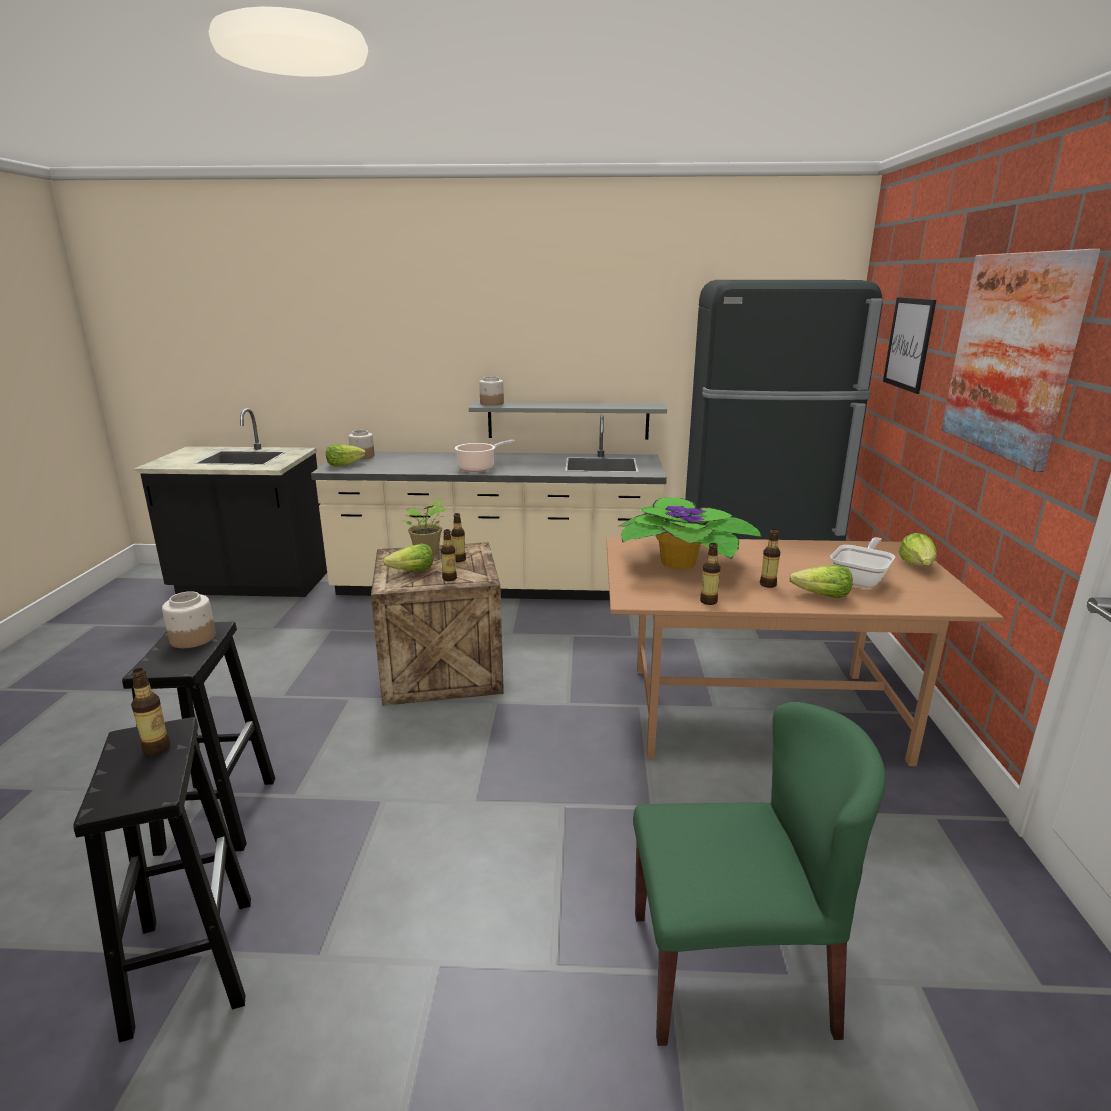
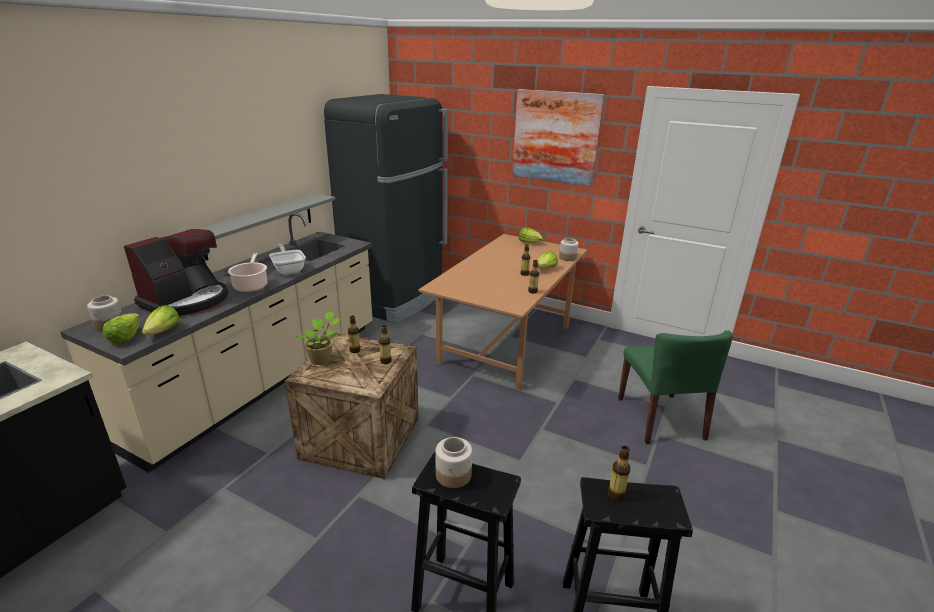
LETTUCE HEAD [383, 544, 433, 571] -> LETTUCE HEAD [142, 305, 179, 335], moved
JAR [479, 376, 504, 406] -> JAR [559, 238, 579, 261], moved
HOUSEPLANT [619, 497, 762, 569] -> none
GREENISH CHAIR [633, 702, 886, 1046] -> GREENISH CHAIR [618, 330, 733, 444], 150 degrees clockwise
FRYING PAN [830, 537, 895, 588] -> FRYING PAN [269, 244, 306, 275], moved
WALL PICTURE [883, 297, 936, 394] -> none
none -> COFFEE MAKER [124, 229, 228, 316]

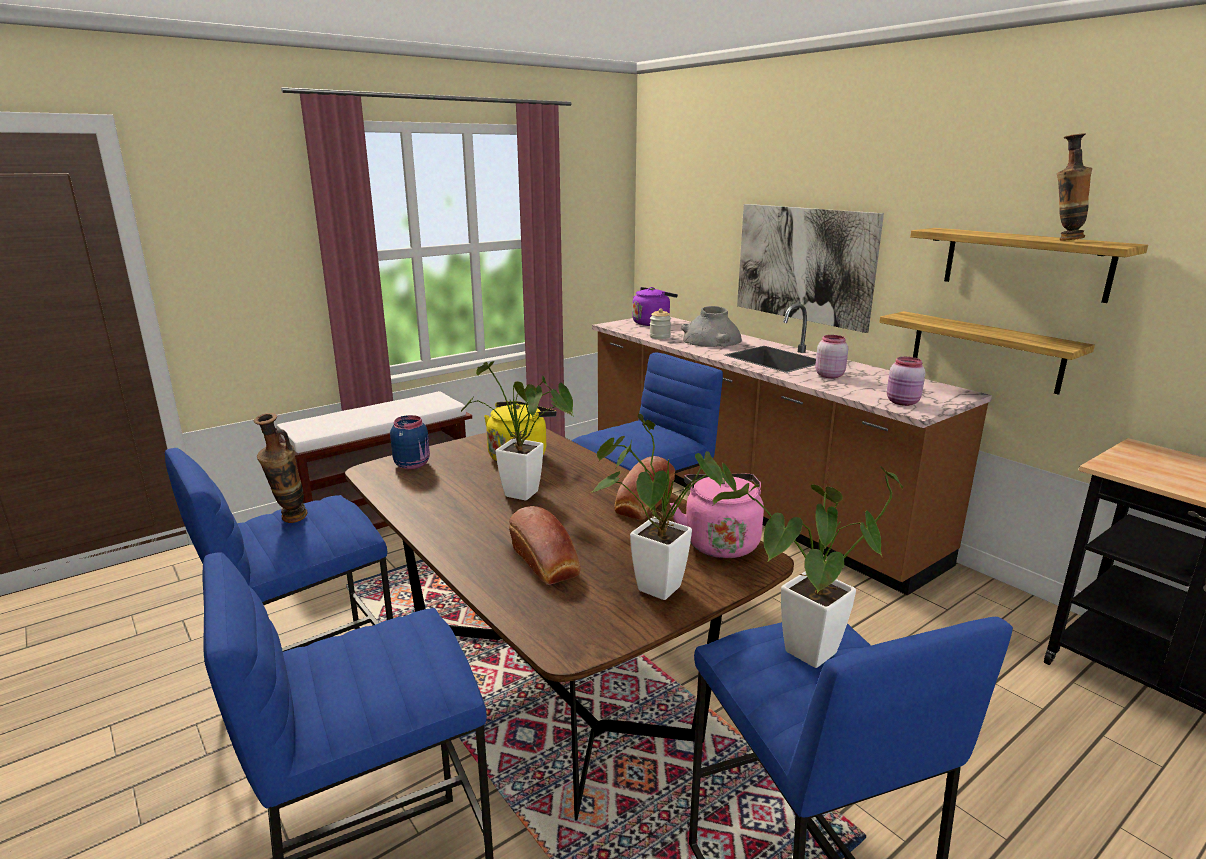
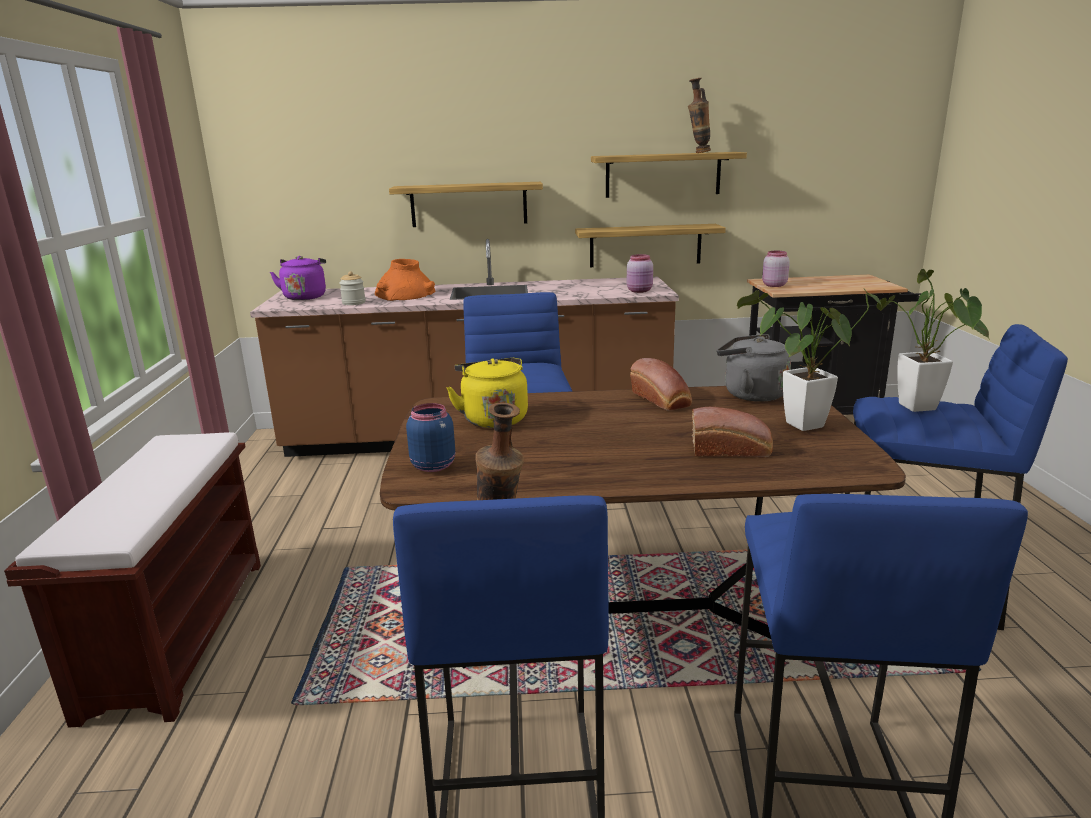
HOUSEPLANT [461, 361, 573, 500] -> none
PINKISH TEA KETTLE [670, 474, 764, 558] -> GREYISH TEA KETTLE [717, 334, 791, 402]
GREYISH FLOWER VASE [681, 306, 742, 347] -> ORANGE FLOWER VASE [375, 259, 435, 301]
WALL PICTURE [737, 204, 884, 333] -> WALL SHELF [389, 182, 543, 227]
PINKISH JAR [815, 335, 848, 378] -> PINKISH JAR [762, 251, 790, 287], moved

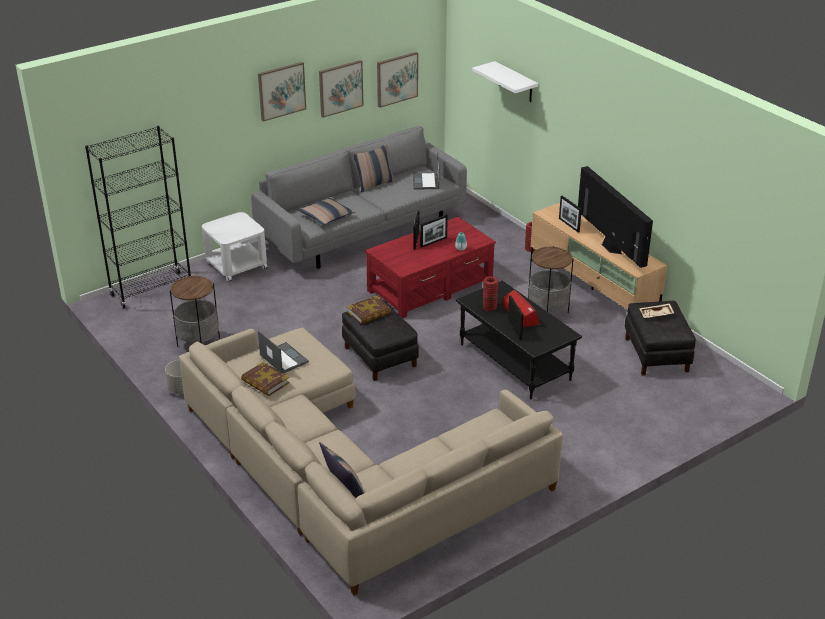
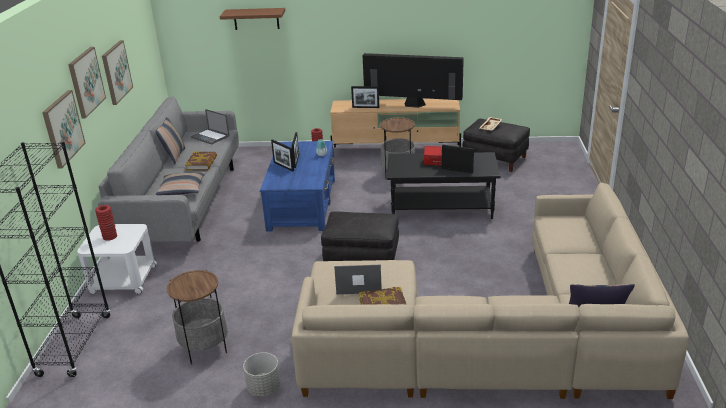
BOUND BOOK [347, 296, 391, 324] -> BOUND BOOK [185, 151, 217, 171], moved
RED-COLOURED LOUNGE TABLE [365, 217, 496, 318] -> BLUE-COLOURED LOUNGE TABLE [260, 141, 335, 231]
WALL PICTURE [377, 52, 418, 108] -> WALL PICTURE [42, 90, 85, 169], moved
WHITE-COLOURED WALL SHELF [472, 61, 538, 102] -> BROWN WALL SHELF [220, 8, 285, 30]
RED-COLOURED FLOWER VASE [483, 276, 498, 311] -> RED-COLOURED FLOWER VASE [95, 205, 117, 241], moved

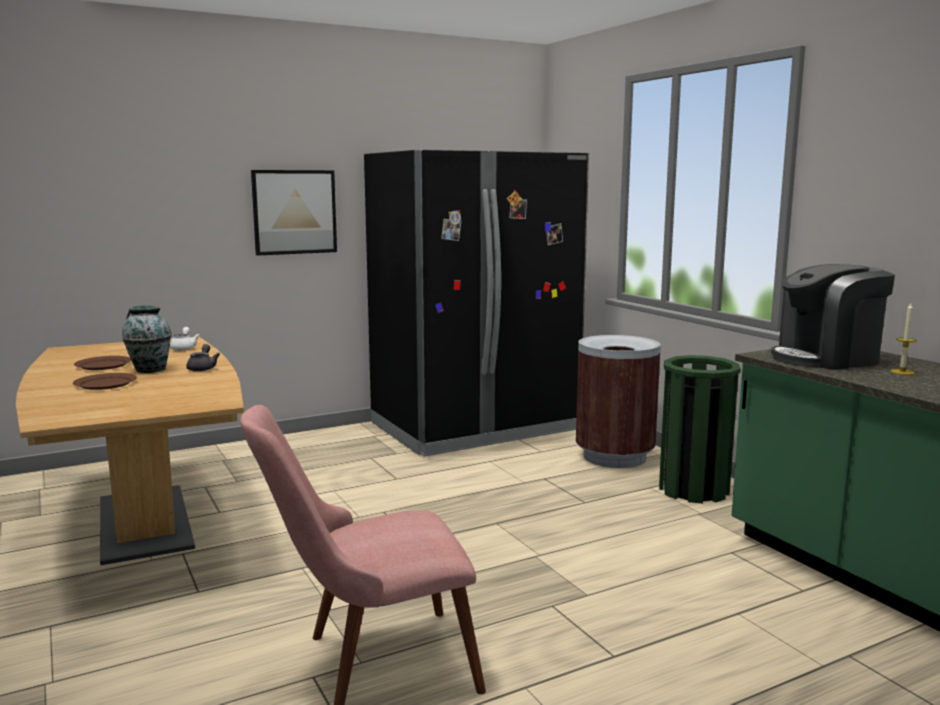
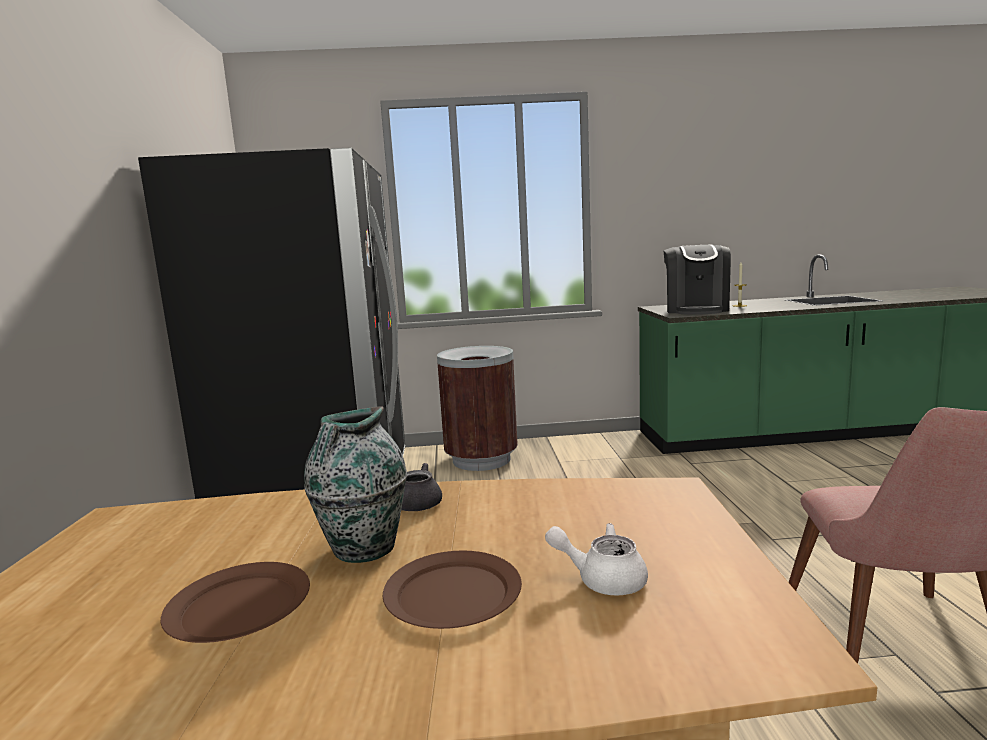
WHITE-COLOURED TEA POT [170, 327, 200, 351] -> WHITE-COLOURED TEA POT [545, 523, 648, 596], moved
WALL PICTURE [251, 170, 337, 256] -> none
GREENISH WASTE BIN [659, 355, 741, 504] -> none

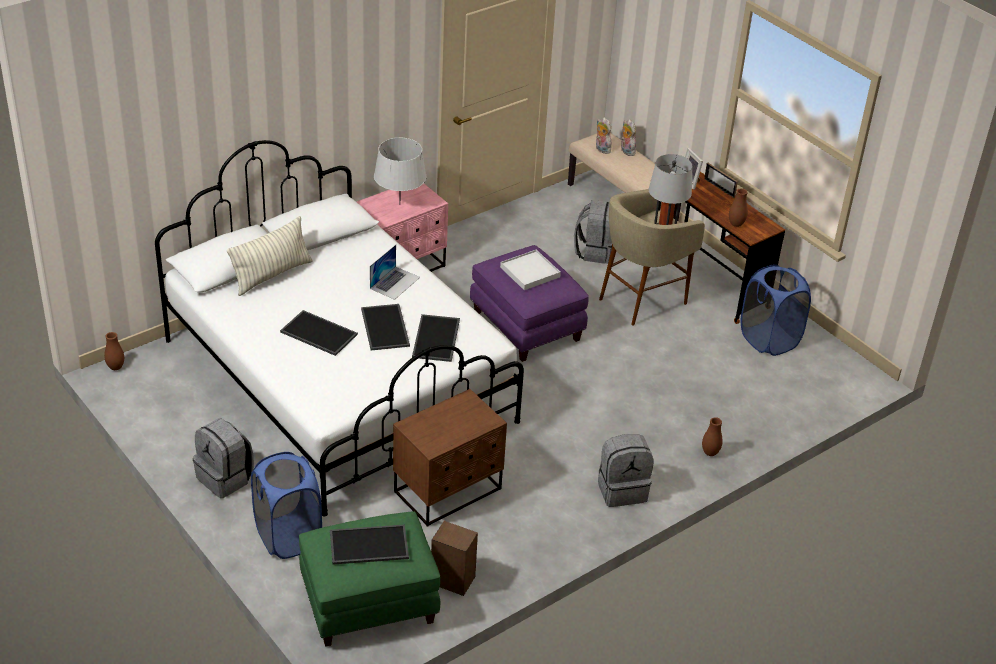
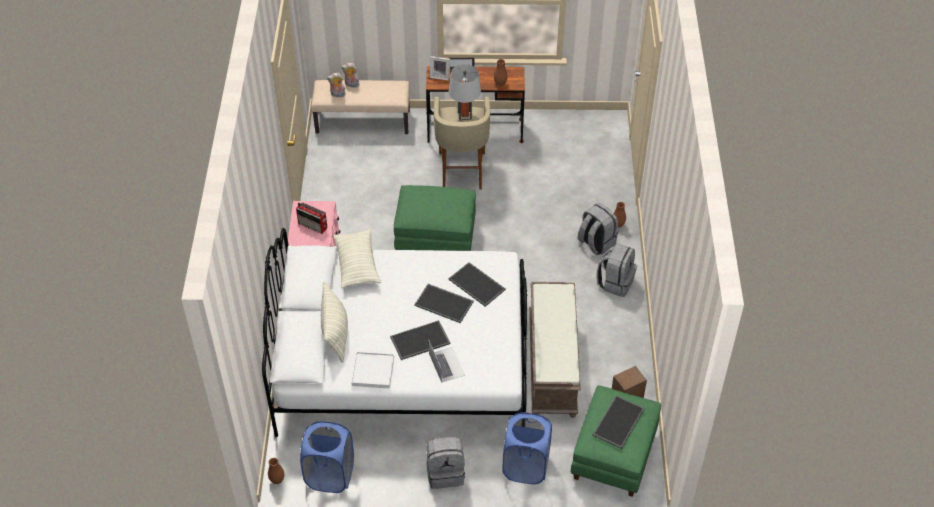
NOTEBOOK COMPUTER [370, 245, 420, 300] -> NOTEBOOK COMPUTER [429, 341, 465, 383], moved
GREYISH LAMP FOR A TABLE [374, 138, 426, 205] -> RADIO RECEIVER [296, 202, 327, 234]
BROWN NIGHTSTAND [393, 389, 507, 527] -> BROWN INDOOR BENCH [529, 282, 581, 418]
PURPLE OTTOMAN [470, 245, 589, 362] -> GREENISH OTTOMAN [394, 185, 476, 251]
WHITE-COLOURED SERVING TRAY [500, 250, 561, 290] -> WHITE-COLOURED SERVING TRAY [351, 352, 394, 389], moved
GREYISH KNAPSACK [574, 200, 612, 264] -> GREYISH KNAPSACK [578, 203, 618, 255], moved
BLUE-COLOURED LAUNDRY BASKET [741, 264, 811, 356] -> BLUE-COLOURED LAUNDRY BASKET [300, 421, 354, 493], moved
none -> PILLOW [333, 229, 381, 288]

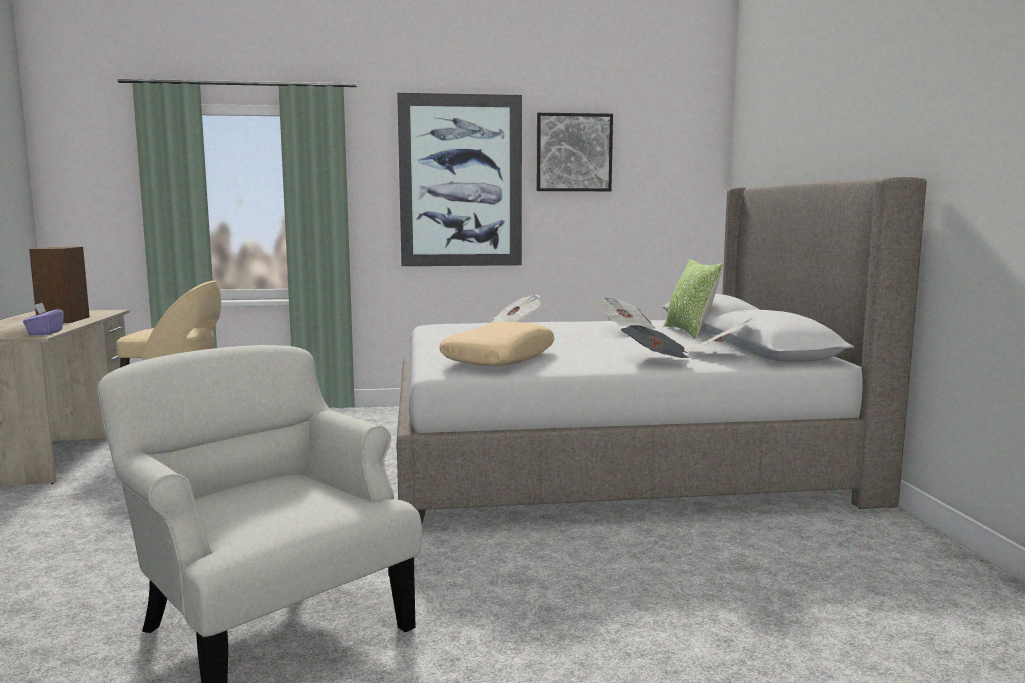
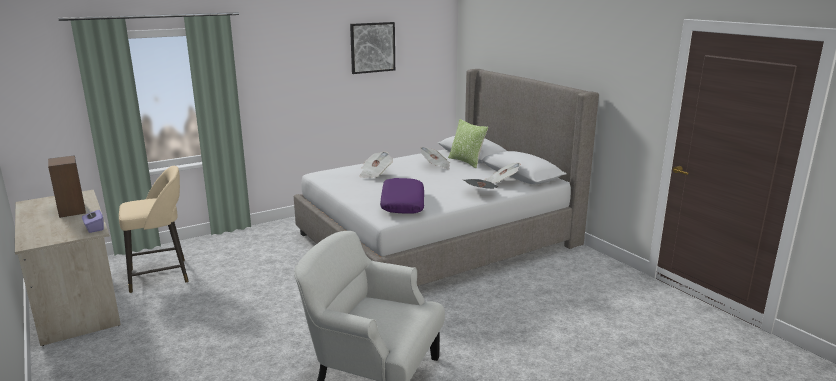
WALL PICTURE [397, 93, 522, 266] -> none
BEIGE-COLOURED PILLOW [439, 322, 554, 366] -> PURPLE PILLOW [380, 178, 424, 214]

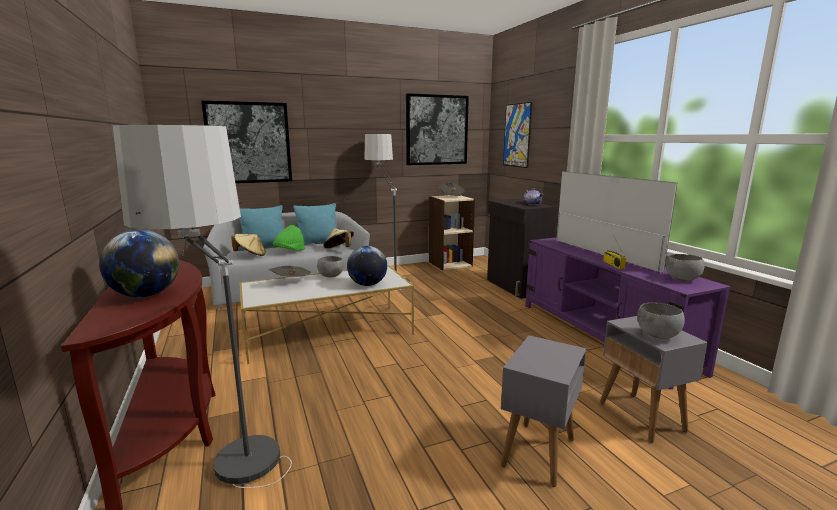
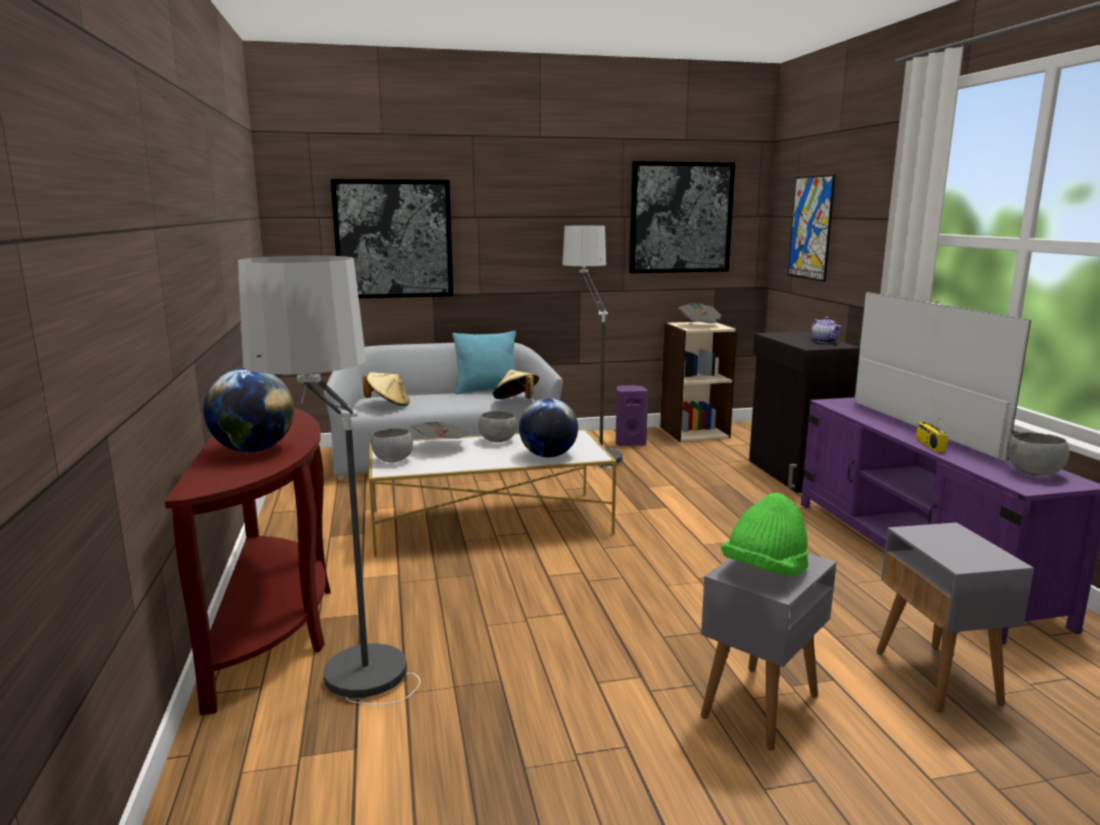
TURQUOISE-COLOURED PILLOW [239, 205, 283, 251] -> none
GREENISH WEARABLE HAT [273, 225, 305, 251] -> GREENISH WEARABLE HAT [721, 493, 808, 576], moved
GREYISH DEEP DISH [637, 303, 685, 339] -> GREYISH DEEP DISH [371, 428, 413, 463], moved
none -> PURPLE SPEAKER [616, 385, 648, 446]

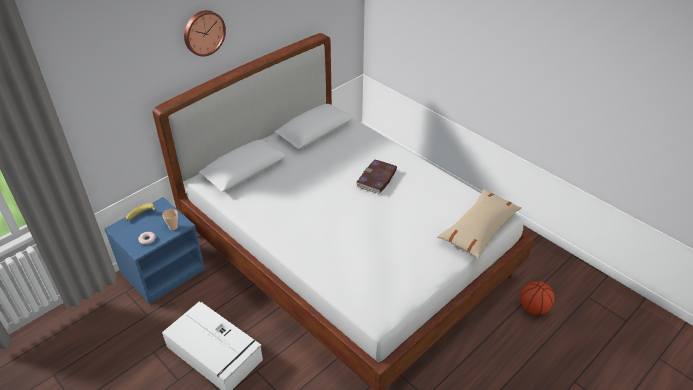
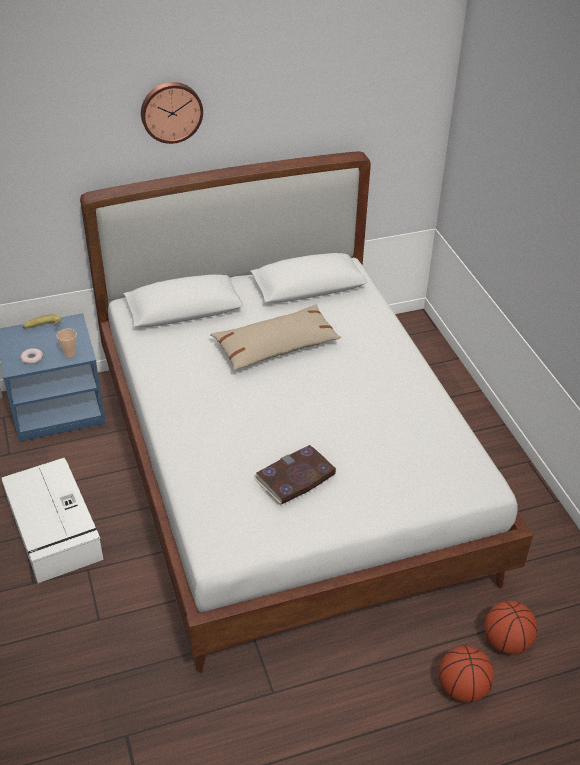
BOUND BOOK [356, 159, 397, 194] -> BOUND BOOK [255, 445, 336, 504], moved
BEIGE-COLOURED PILLOW [437, 189, 522, 259] -> BEIGE-COLOURED PILLOW [210, 304, 341, 370], moved
none -> BASKETBALL BALL [439, 646, 494, 703]

